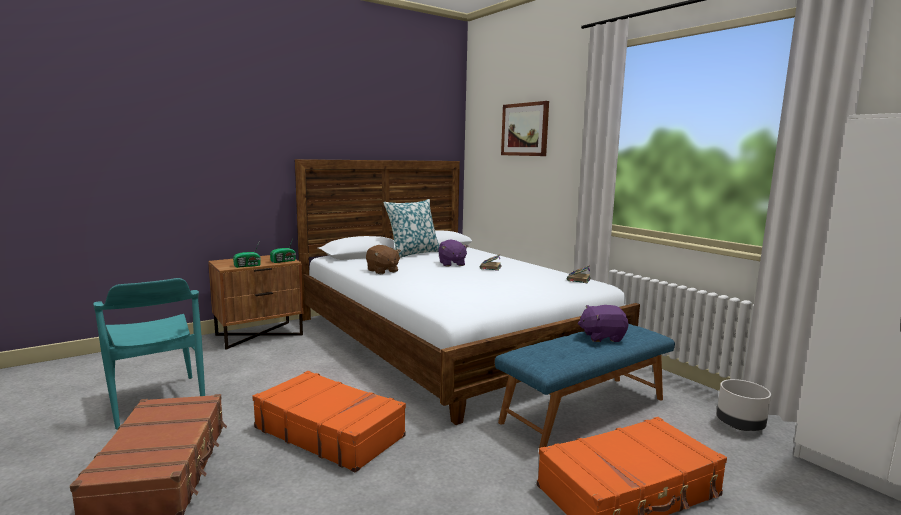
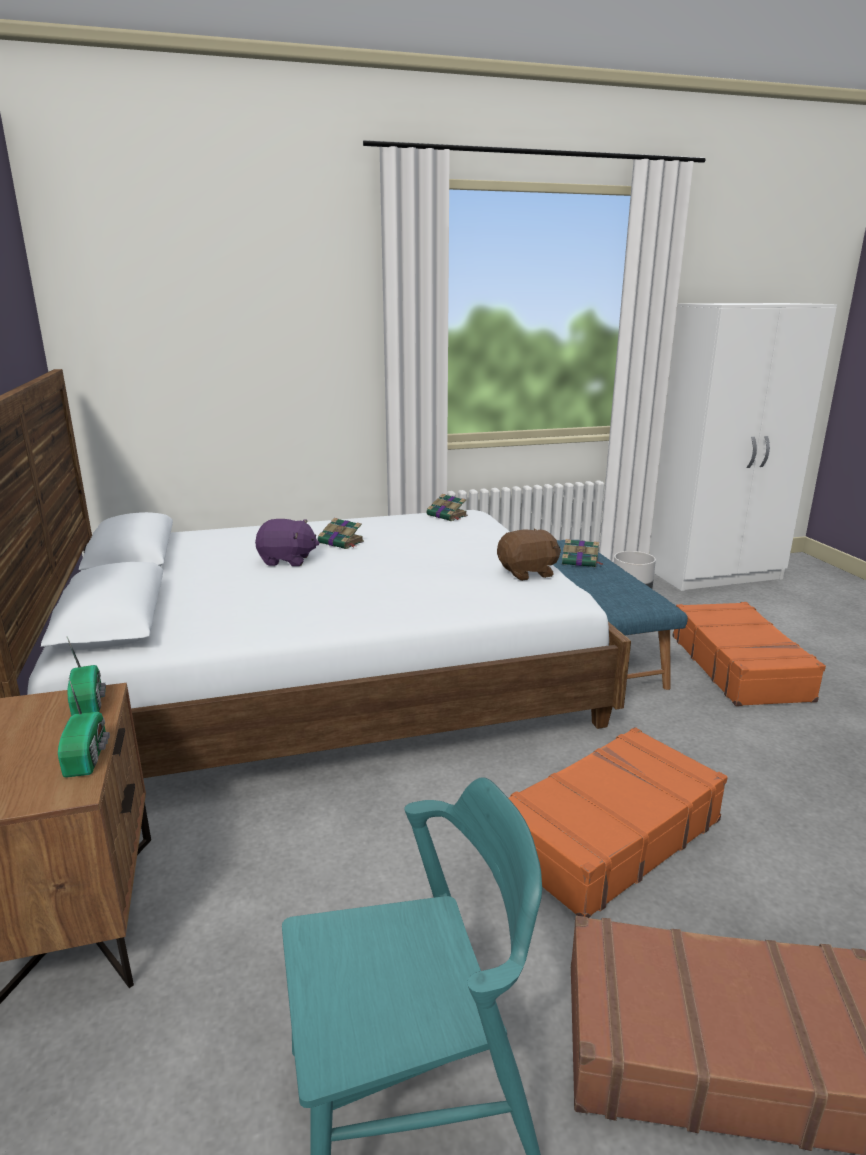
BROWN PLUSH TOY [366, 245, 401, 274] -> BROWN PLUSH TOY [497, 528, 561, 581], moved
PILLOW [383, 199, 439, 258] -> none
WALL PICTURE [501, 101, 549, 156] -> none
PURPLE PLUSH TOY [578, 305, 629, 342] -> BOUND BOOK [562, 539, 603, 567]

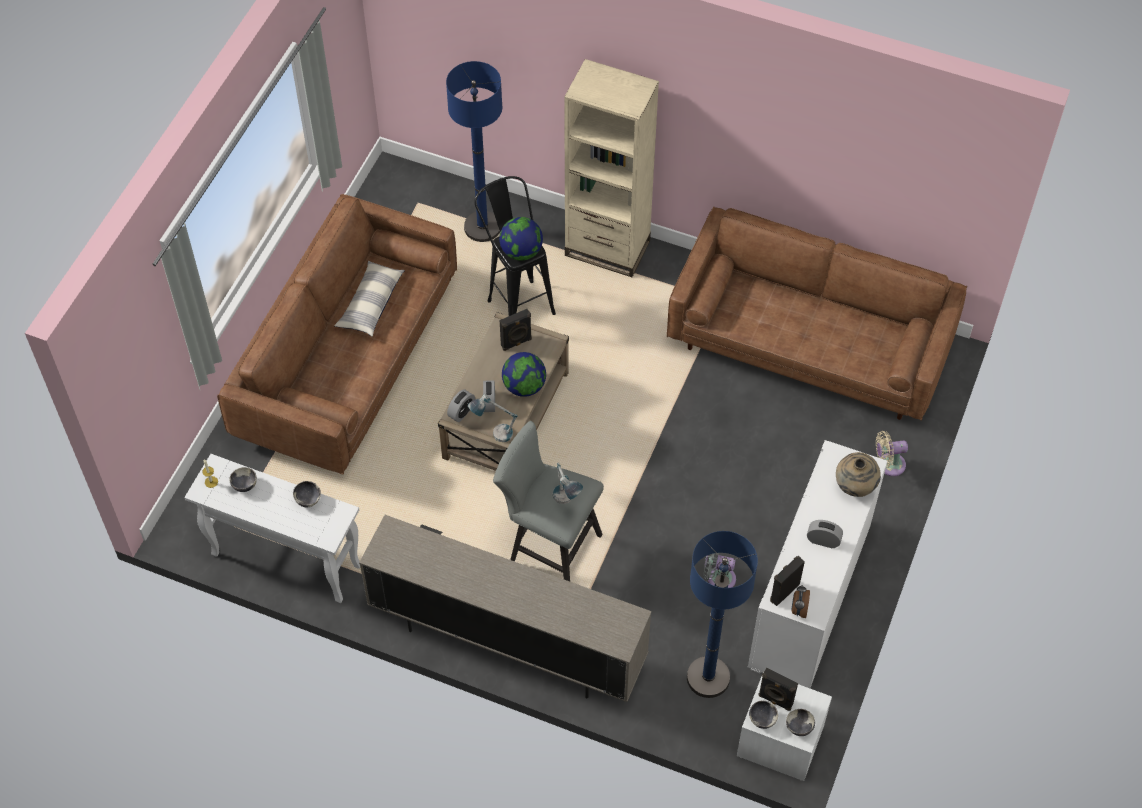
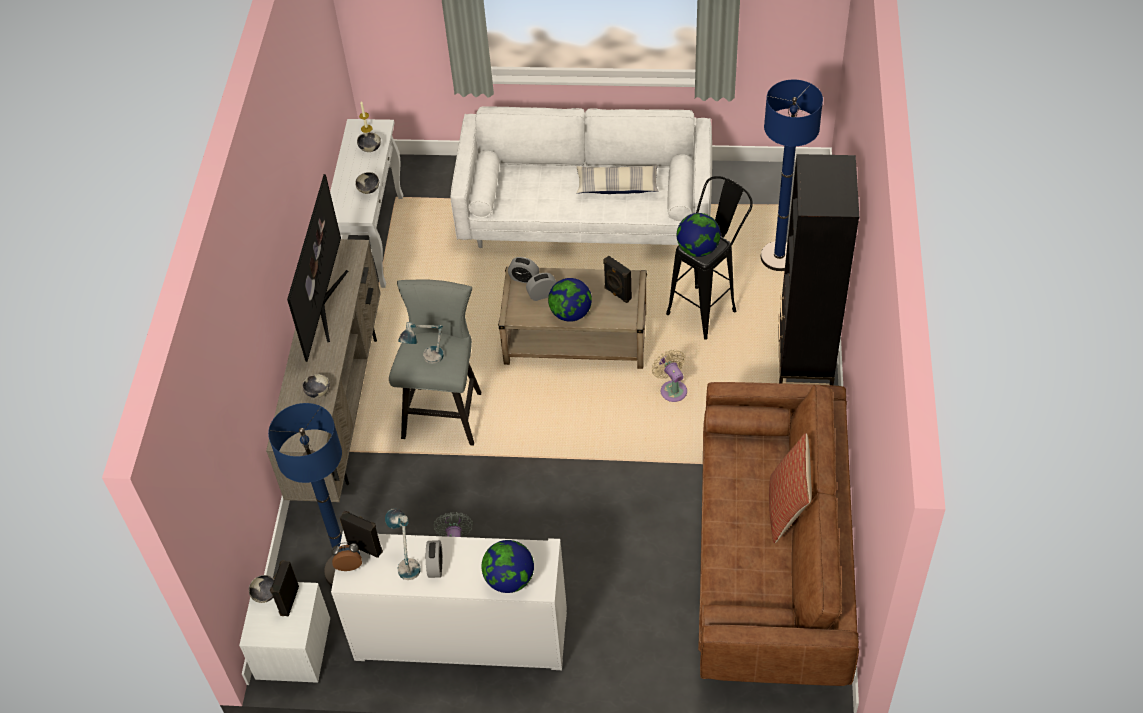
BROWN SETTEE [217, 194, 457, 474] -> WHITE-COLOURED SETTEE [451, 106, 712, 248]
LAMP FOR A TABLE [468, 394, 517, 442] -> LAMP FOR A TABLE [385, 508, 421, 580], moved
BEIGE-COLOURED SHELVING UNIT [564, 59, 659, 277] -> BLACK-COLOURED SHELVING UNIT [778, 154, 859, 385]
DEEP DISH [786, 709, 815, 736] -> DEEP DISH [302, 374, 330, 398], moved
BEIGE-COLOURED FLOWER VASE [836, 452, 881, 497] -> WORLD GLOBE [481, 540, 534, 593]
BEIGE-COLOURED FAN [876, 431, 908, 476] -> BEIGE-COLOURED FAN [652, 349, 687, 402], moved
none -> TV [287, 174, 348, 362]
none -> PILLOW [769, 433, 812, 543]

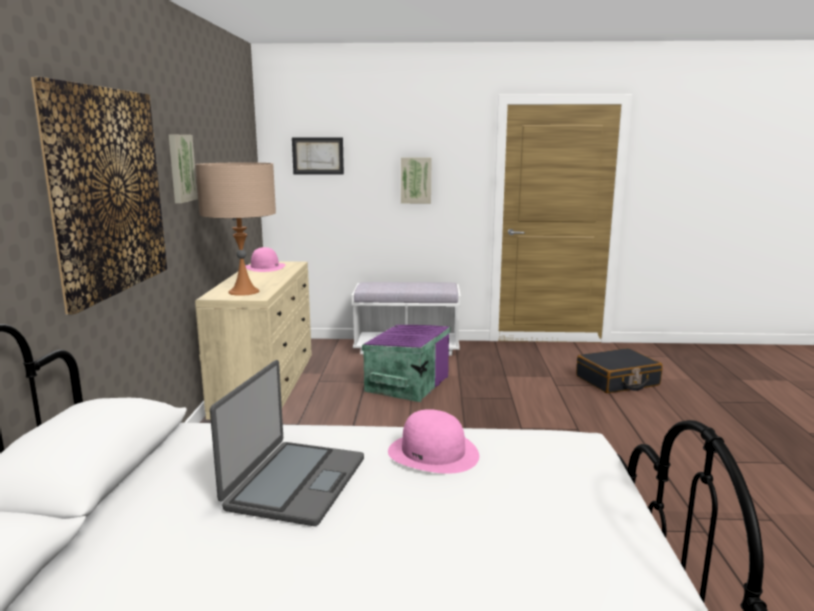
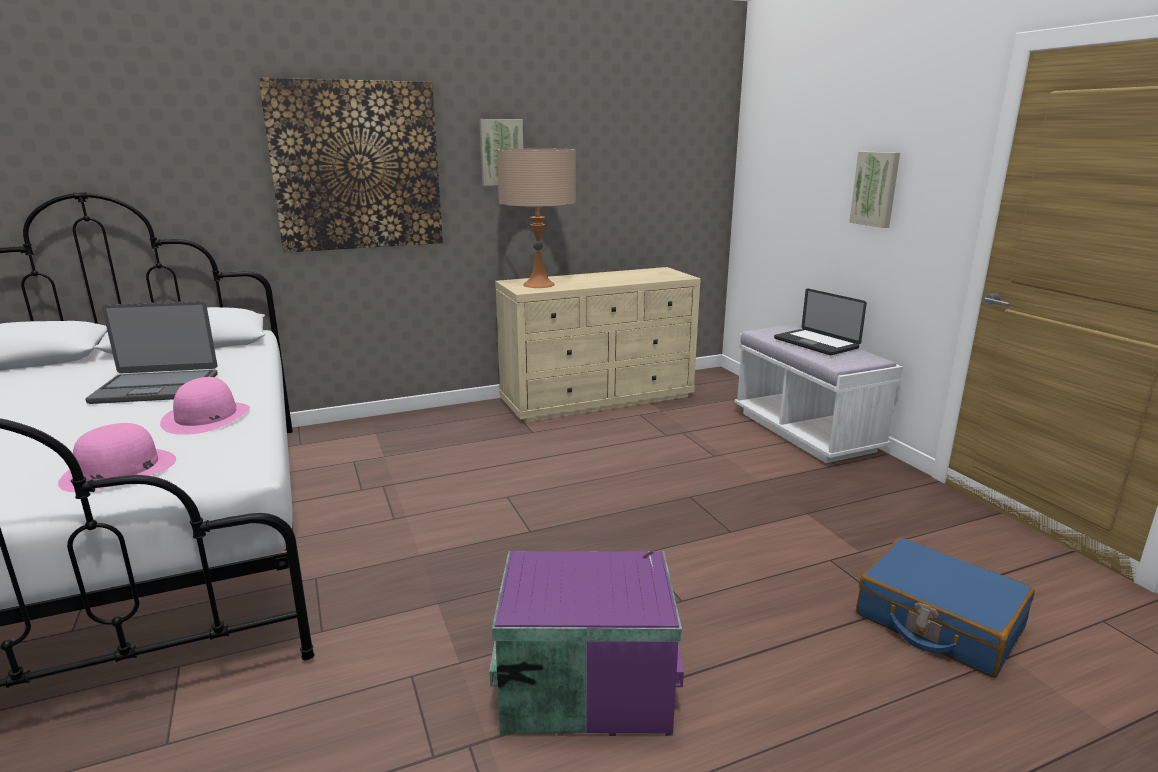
PINKISH WEARABLE HAT [245, 247, 285, 272] -> PINKISH WEARABLE HAT [58, 423, 176, 492], moved
WALL PICTURE [292, 137, 344, 175] -> none
PURPLE STORAGE BOX [362, 325, 450, 402] -> PURPLE STORAGE BOX [489, 551, 684, 736], moved
BLACK-COLOURED SUITCASE [576, 348, 662, 393] -> BLUE-COLOURED SUITCASE [856, 538, 1035, 678]
none -> NOTEBOOK COMPUTER [774, 288, 867, 355]

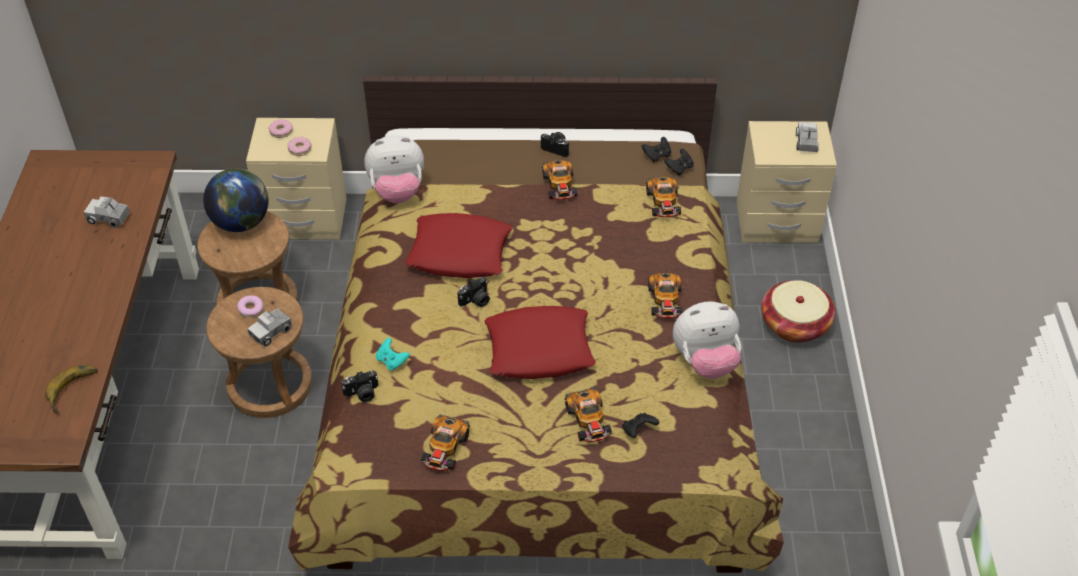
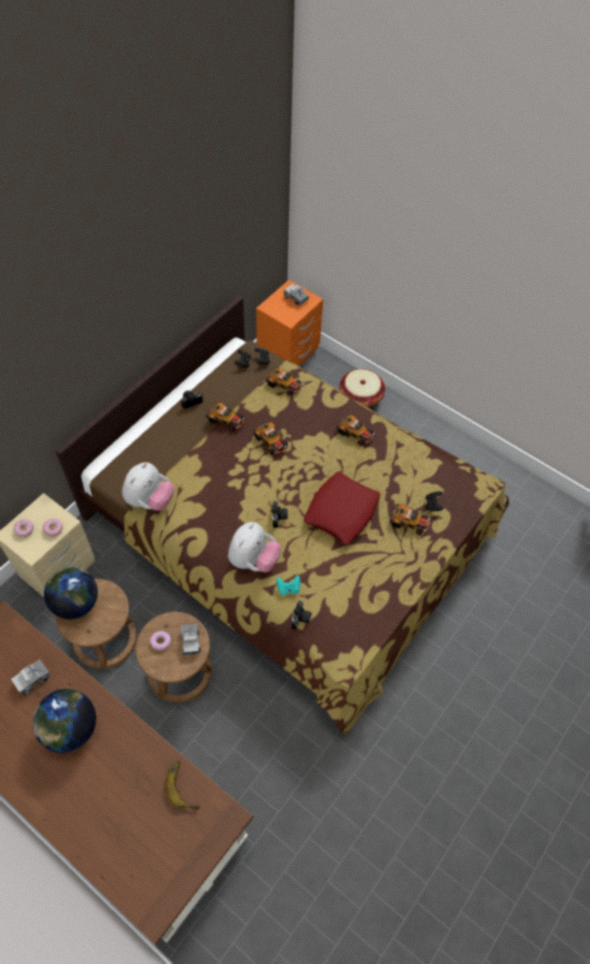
RED-COLOURED PILLOW [405, 213, 513, 278] -> none
TOY CAR [421, 415, 470, 471] -> TOY CAR [254, 421, 288, 455], moved
PLUSH TOY [673, 301, 742, 379] -> PLUSH TOY [228, 522, 281, 572], moved
BEIGE-COLOURED NIGHTSTAND [737, 121, 837, 243] -> ORANGE NIGHTSTAND [256, 280, 323, 366]
none -> WORLD GLOBE [33, 689, 96, 753]

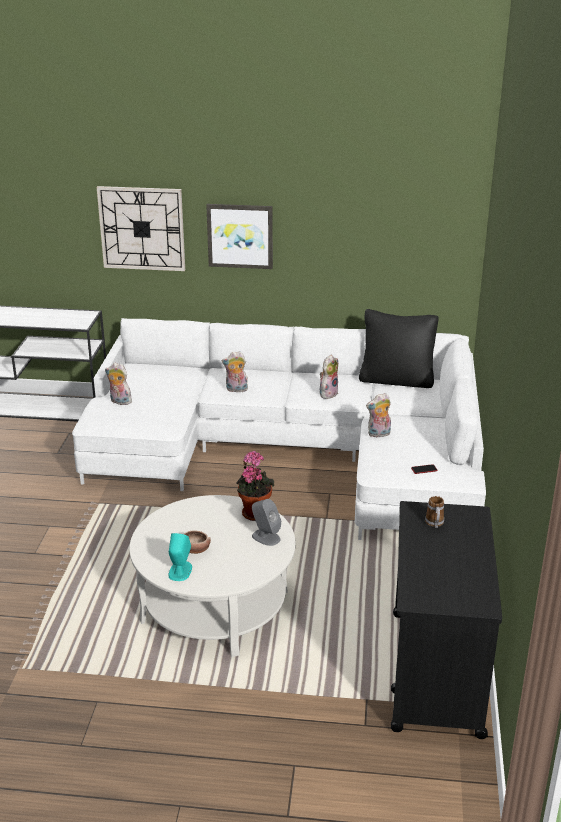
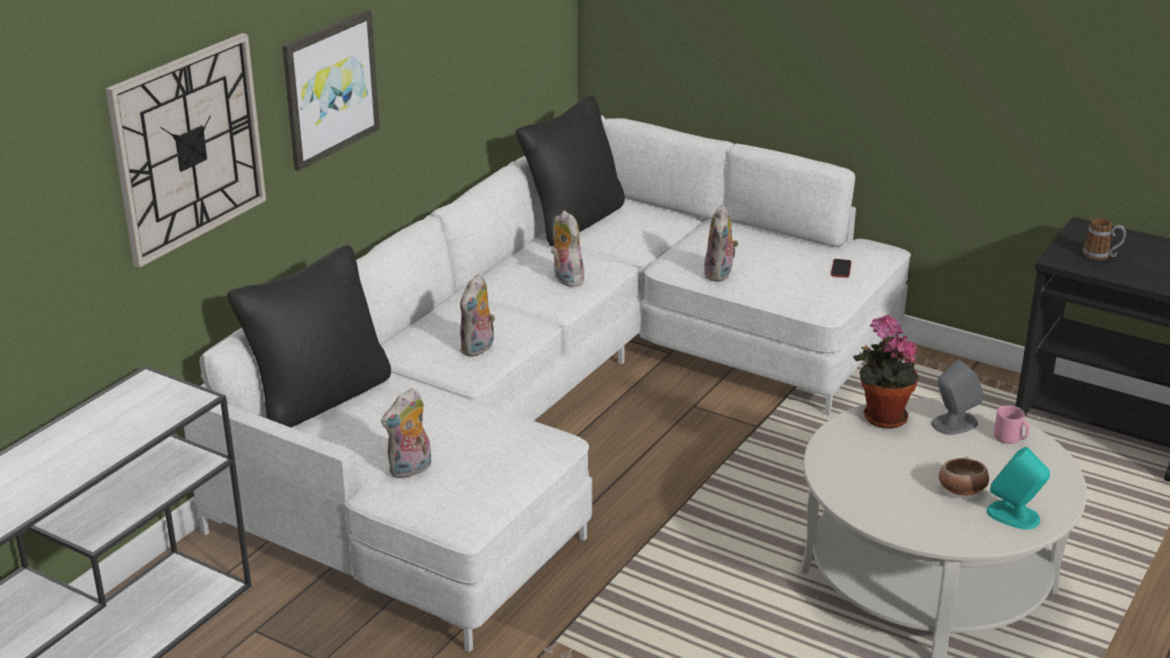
none -> BLACK-COLOURED PILLOW [227, 245, 391, 427]
none -> PINKISH COFFEE MUG [994, 405, 1030, 444]

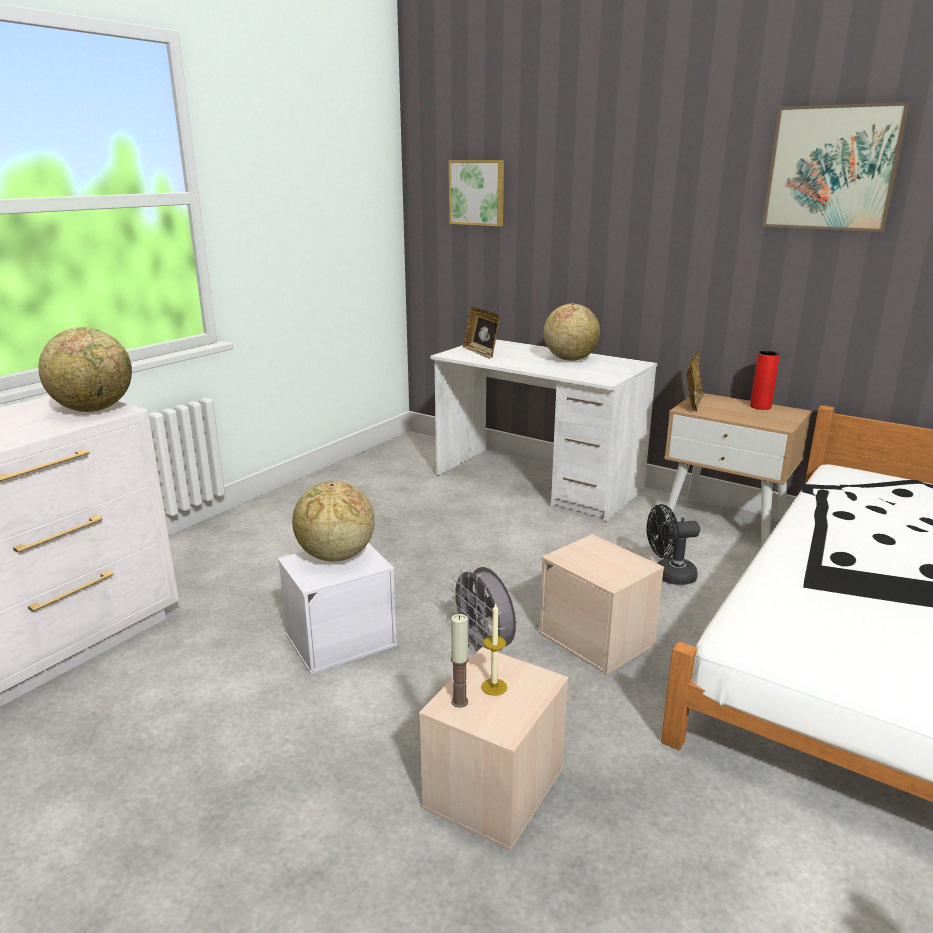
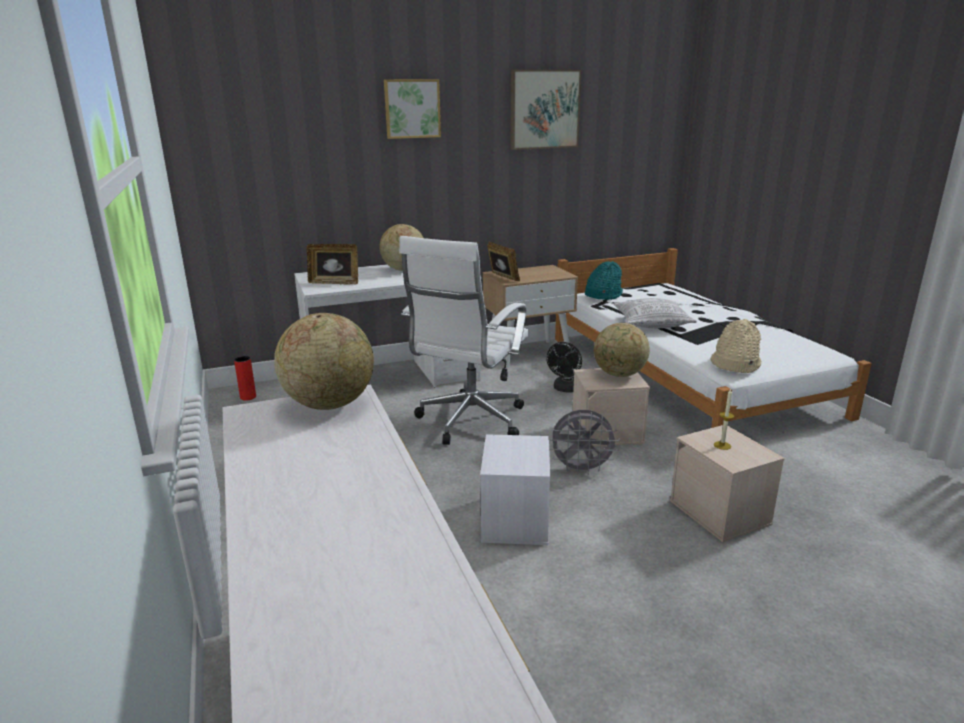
WORLD GLOBE [292, 481, 375, 562] -> WORLD GLOBE [594, 323, 650, 377], moved
WALL PICTURE [449, 160, 504, 226] -> WALL PICTURE [384, 79, 441, 139], moved
CANDLE [451, 614, 469, 708] -> none
RED-COLOURED FLOWER VASE [750, 351, 780, 410] -> RED-COLOURED FLOWER VASE [234, 356, 256, 401], moved
none -> WHITE-COLOURED OFFICE CHAIR [399, 236, 529, 445]
none -> TURQUOISE-COLOURED WEARABLE HAT [585, 261, 623, 300]
none -> PILLOW [613, 298, 697, 328]
none -> BEIGE-COLOURED WEARABLE HAT [711, 319, 761, 373]

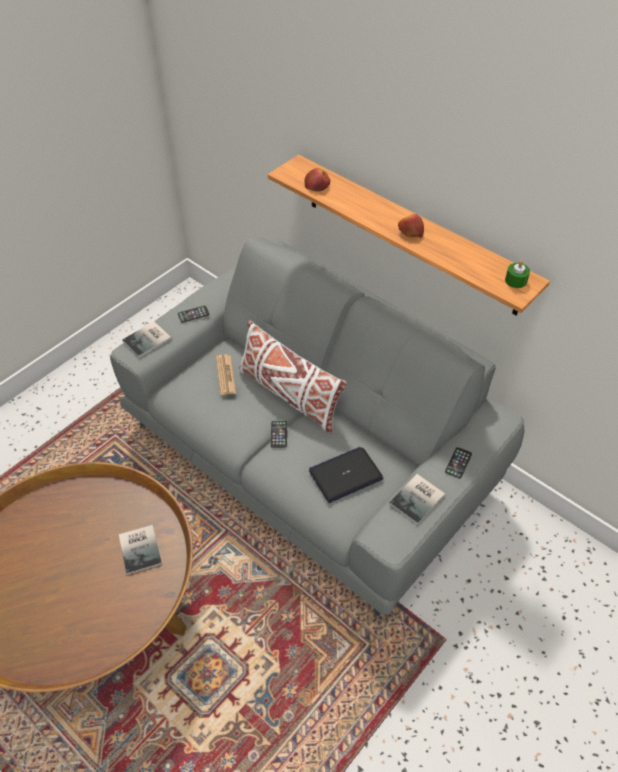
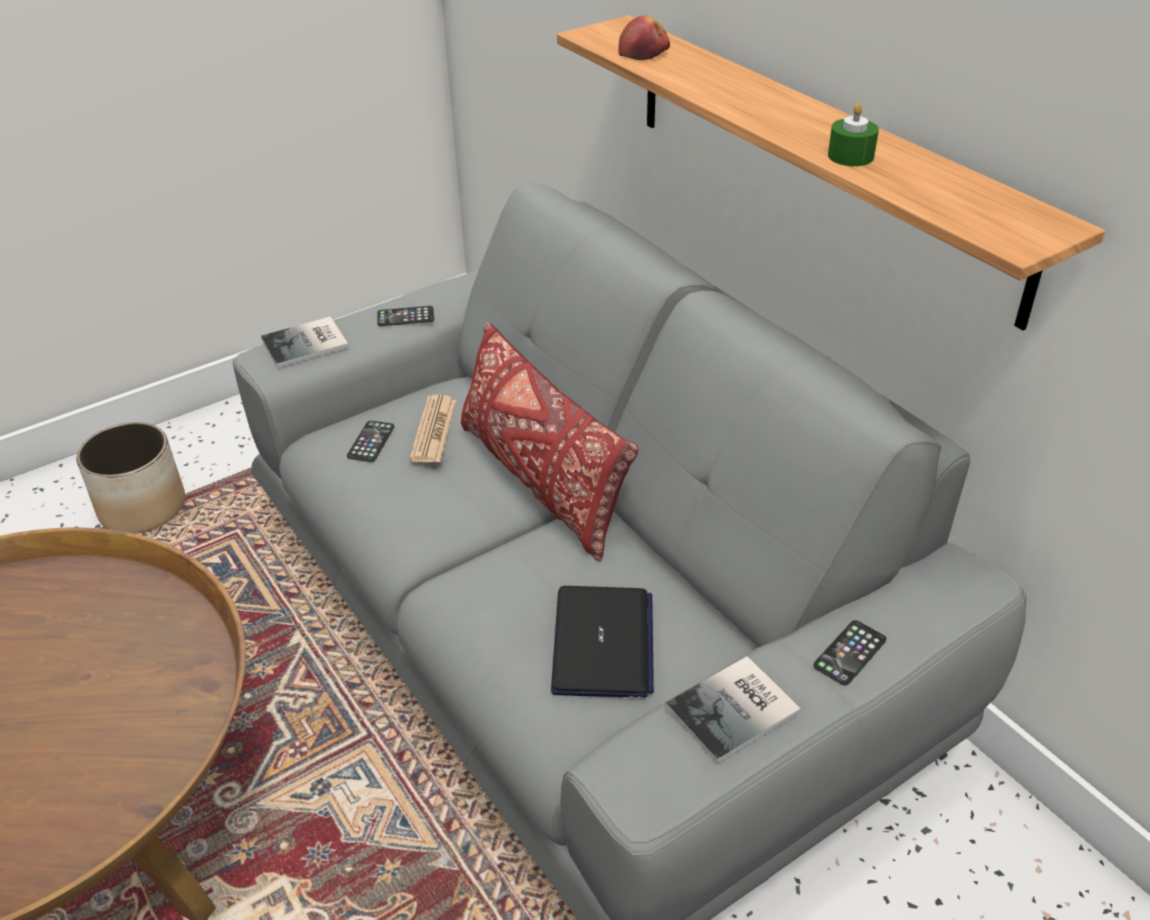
BOUND BOOK [118, 525, 162, 575] -> none
WHITE-COLOURED PILLOW [239, 320, 347, 434] -> RED-COLOURED PILLOW [461, 322, 638, 561]
HANDSET [271, 421, 287, 448] -> HANDSET [347, 421, 394, 462], moved
NOTEBOOK COMPUTER [309, 447, 383, 503] -> NOTEBOOK COMPUTER [551, 586, 654, 698], 105 degrees clockwise
APPLE FRUIT [398, 214, 424, 238] -> none
GREENISH CANDLE [505, 261, 530, 288] -> GREENISH CANDLE [828, 103, 879, 166], moved
none -> PLANT POT [76, 422, 185, 534]

